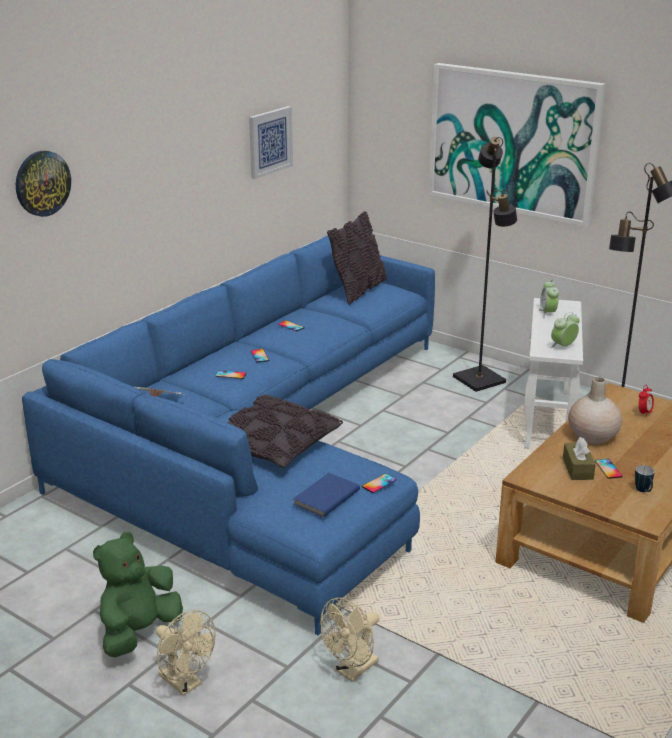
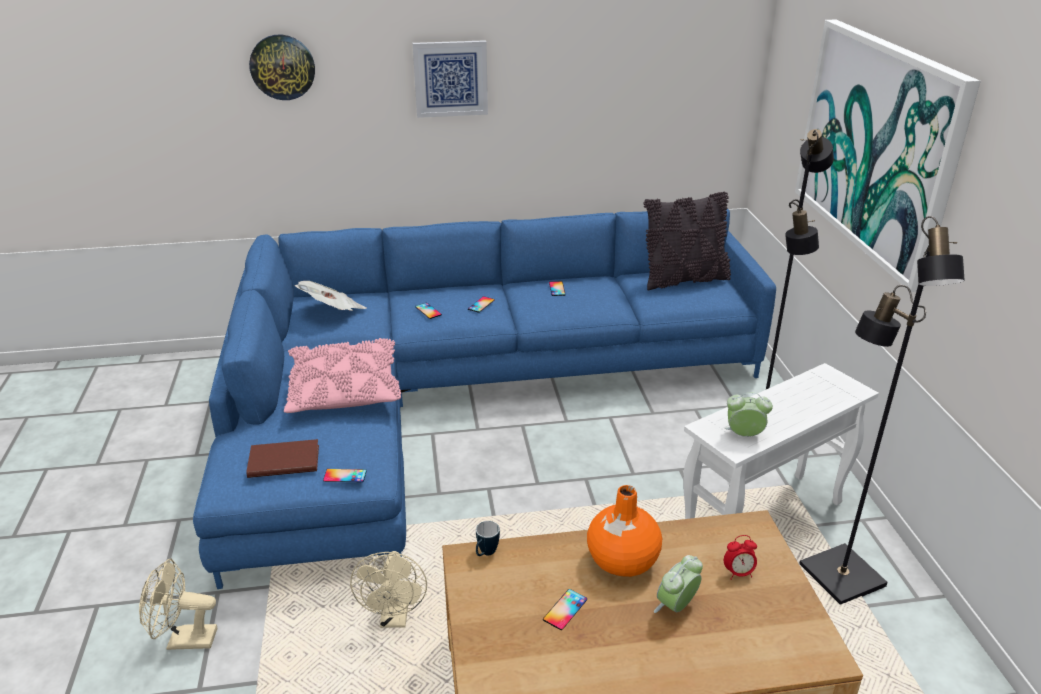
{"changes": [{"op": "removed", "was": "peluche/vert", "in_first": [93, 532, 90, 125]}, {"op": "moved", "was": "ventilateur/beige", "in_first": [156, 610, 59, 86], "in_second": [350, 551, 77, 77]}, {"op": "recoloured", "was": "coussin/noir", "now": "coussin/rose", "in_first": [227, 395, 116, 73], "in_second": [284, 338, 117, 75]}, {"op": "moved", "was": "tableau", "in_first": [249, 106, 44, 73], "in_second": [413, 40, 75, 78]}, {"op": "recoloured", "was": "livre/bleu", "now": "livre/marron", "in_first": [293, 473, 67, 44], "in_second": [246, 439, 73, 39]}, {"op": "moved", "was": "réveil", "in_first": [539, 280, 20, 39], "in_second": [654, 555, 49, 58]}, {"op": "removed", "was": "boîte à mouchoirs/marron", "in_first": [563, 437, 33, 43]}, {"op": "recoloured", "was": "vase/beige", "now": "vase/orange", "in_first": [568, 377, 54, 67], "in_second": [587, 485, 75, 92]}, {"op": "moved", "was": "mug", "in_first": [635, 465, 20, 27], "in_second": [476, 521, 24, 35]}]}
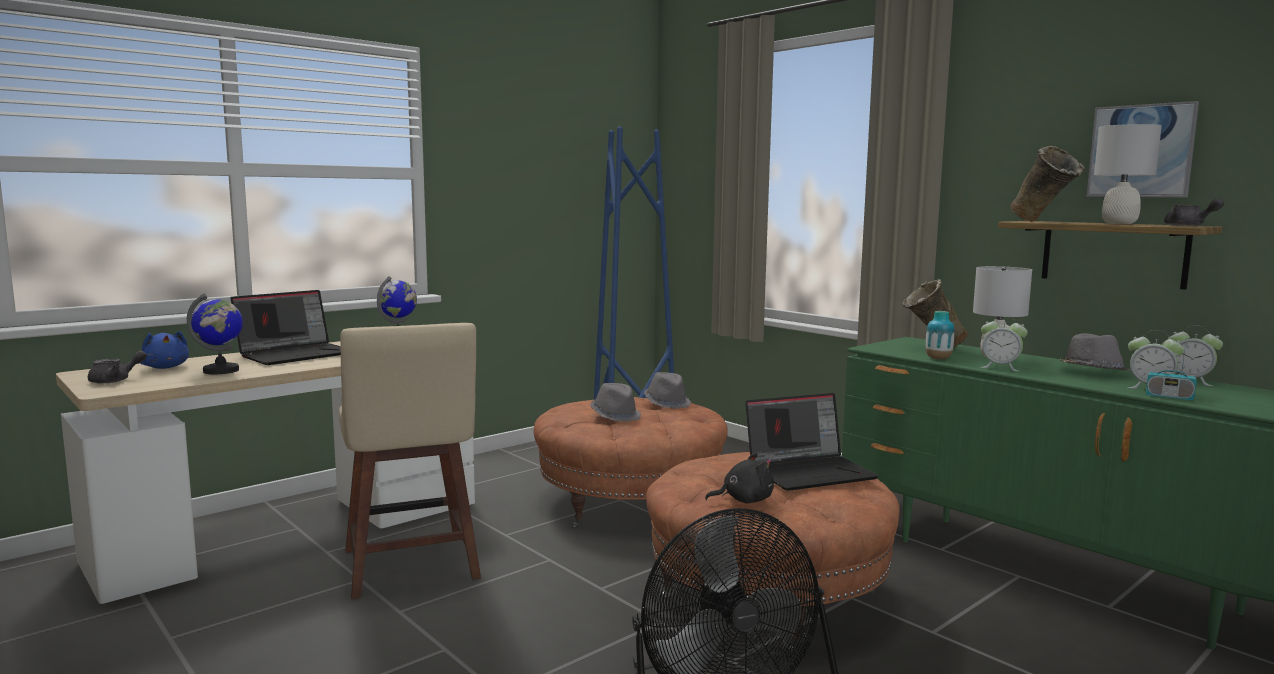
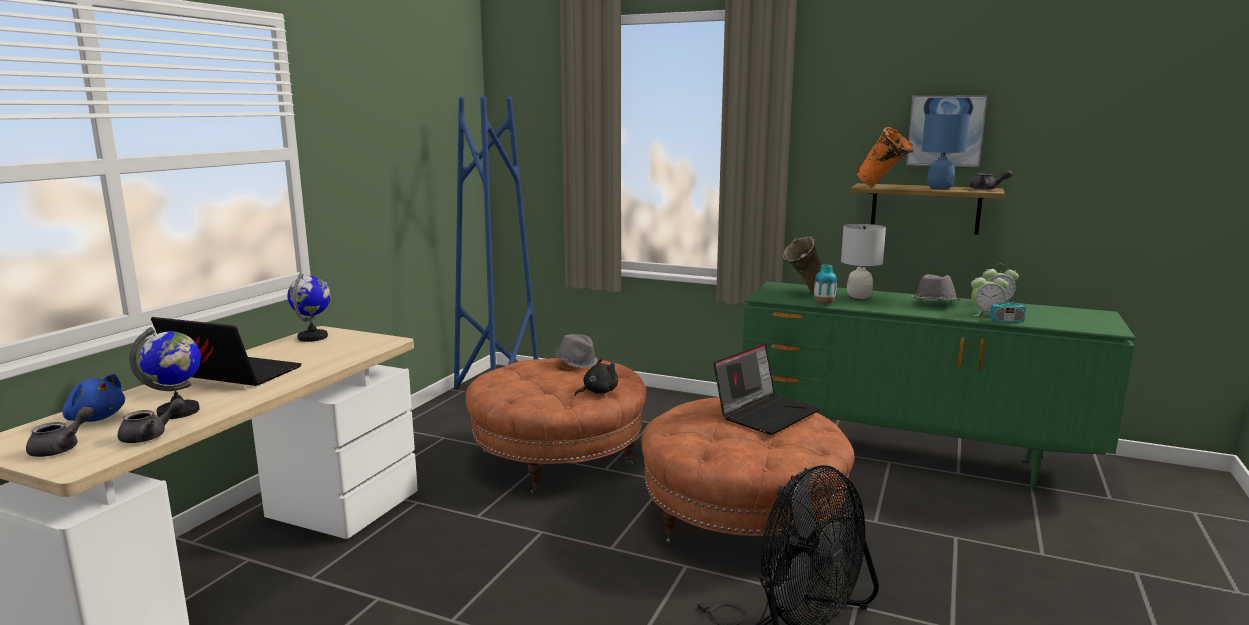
{"changes": [{"op": "turned", "was": "ordinateur portable", "in_first": [230, 290, 111, 75], "in_second": [151, 317, 151, 69], "clockwise": -90}, {"op": "removed", "was": "tabouret/beige", "in_first": [339, 323, 142, 276]}, {"op": "removed", "was": "chapeau/gris", "in_first": [591, 383, 50, 39]}, {"op": "moved", "was": "peluche/noir", "in_first": [705, 453, 69, 50], "in_second": [575, 358, 43, 38]}, {"op": "removed", "was": "réveil", "in_first": [980, 315, 48, 56]}, {"op": "recoloured", "was": "vase/beige", "now": "vase/orange", "in_first": [1010, 146, 75, 76], "in_second": [856, 127, 57, 59]}, {"op": "recoloured", "was": "lampe de table/gris", "now": "lampe de table/bleu", "in_first": [1094, 124, 68, 100], "in_second": [922, 113, 48, 76]}, {"op": "added", "now": "théière/gris", "in_second": [118, 398, 67, 45]}]}
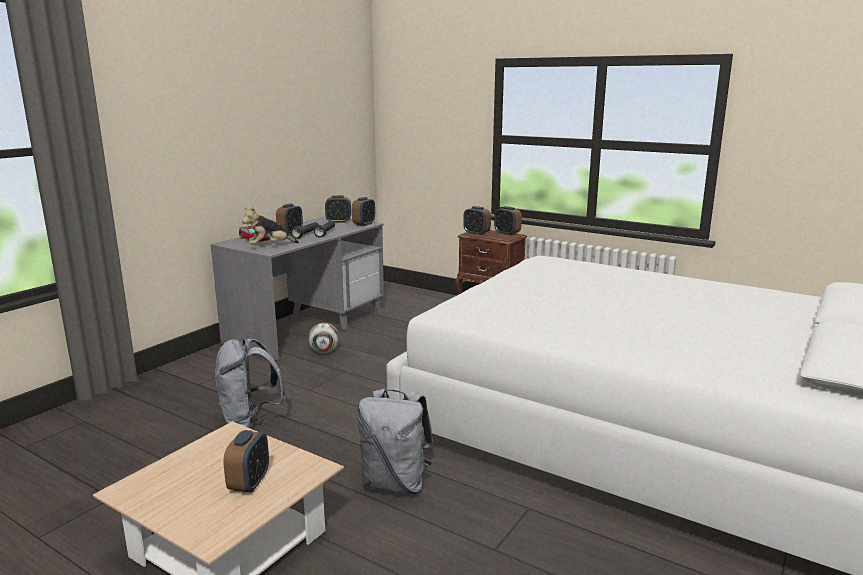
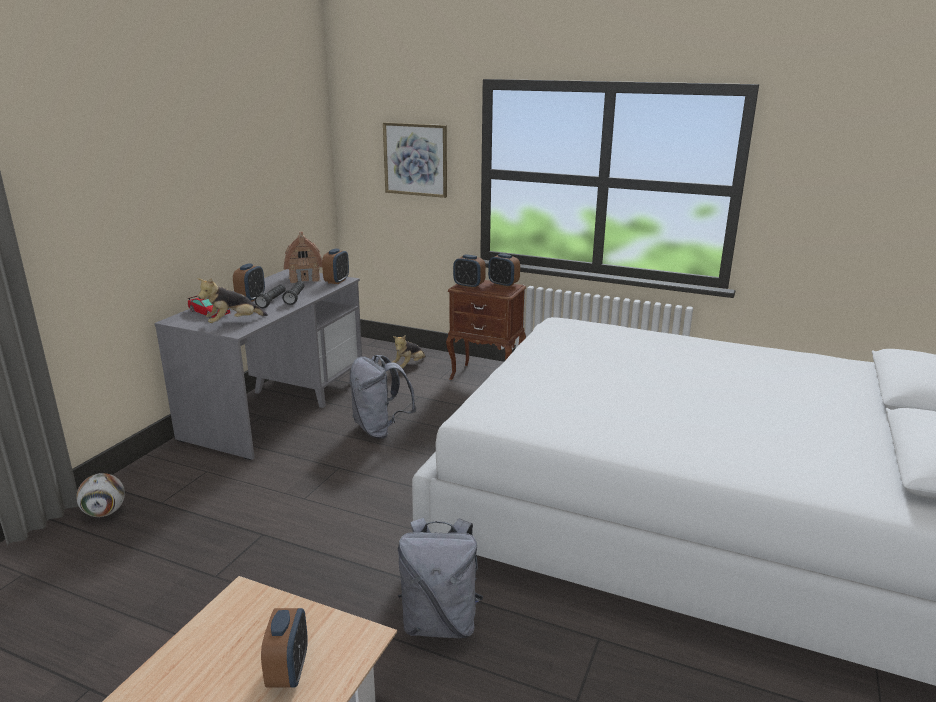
{"changes": [{"op": "moved", "was": "sac à dos/gris", "in_first": [215, 338, 71, 91], "in_second": [349, 355, 68, 84]}, {"op": "moved", "was": "ballon de foot", "in_first": [308, 323, 31, 30], "in_second": [76, 473, 49, 44]}, {"op": "replaced", "was": "réveil", "now": "maison miniature", "in_first": [325, 195, 26, 28], "in_second": [284, 232, 38, 52]}, {"op": "added", "now": "tableau", "in_second": [383, 122, 64, 76]}, {"op": "added", "now": "peluche", "in_second": [392, 335, 34, 33]}]}
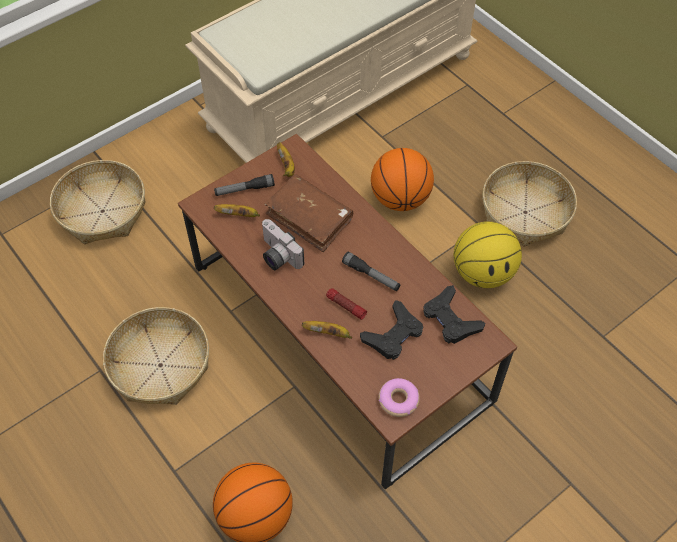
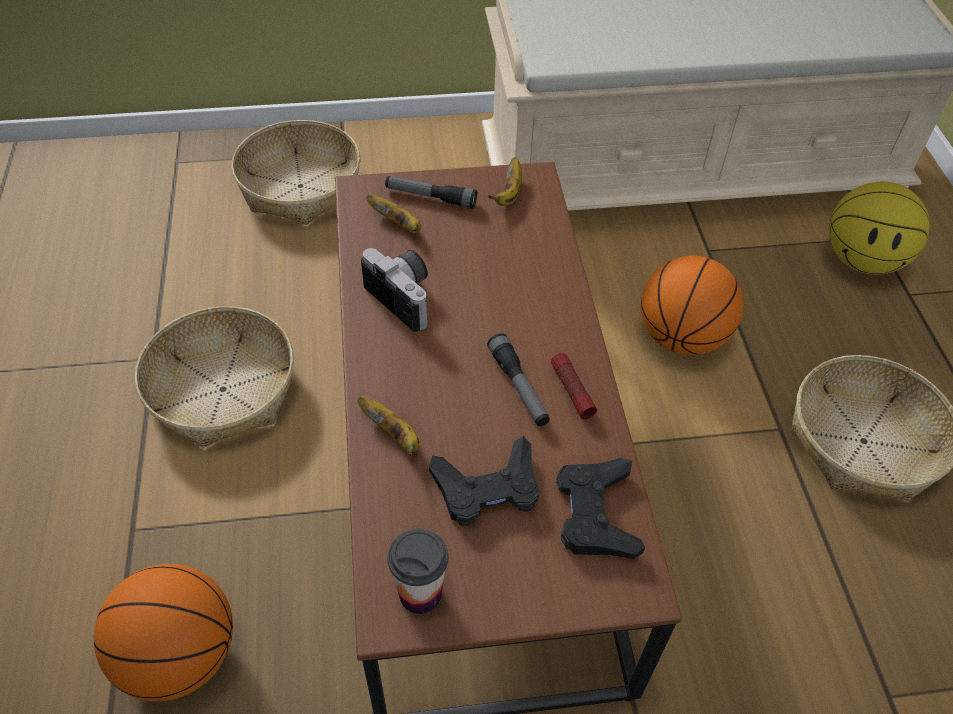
{"changes": [{"op": "turned", "was": "appareil photo", "in_first": [262, 219, 42, 51], "in_second": [361, 248, 67, 84], "clockwise": 150}, {"op": "removed", "was": "livre/marron", "in_first": [264, 174, 89, 78]}, {"op": "moved", "was": "lampe de poche", "in_first": [326, 288, 41, 32], "in_second": [551, 353, 46, 66]}, {"op": "replaced", "was": "beignet", "now": "tasse", "in_first": [379, 378, 41, 39], "in_second": [388, 529, 60, 85]}, {"op": "moved", "was": "ballon de basket", "in_first": [454, 221, 68, 67], "in_second": [829, 182, 101, 93]}]}
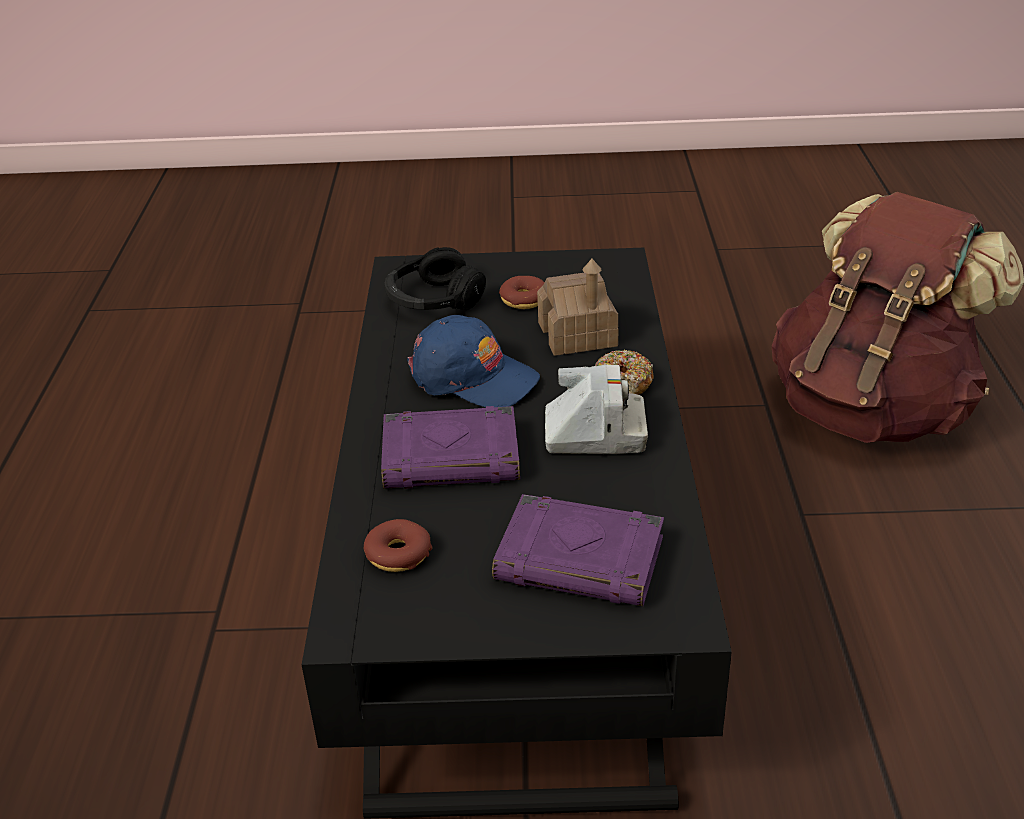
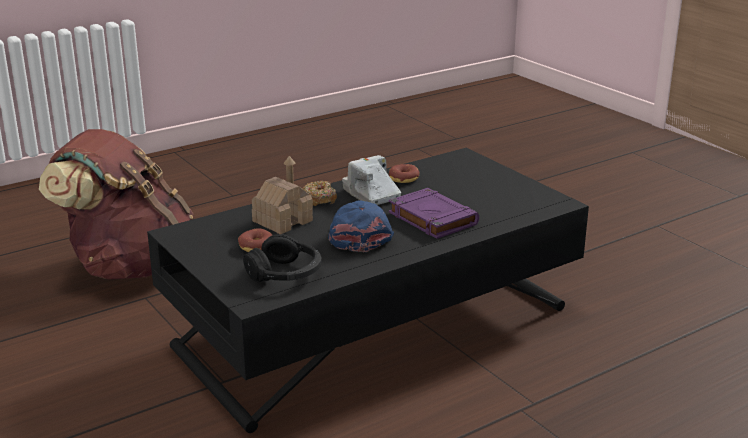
{"changes": [{"op": "moved", "was": "beignet", "in_first": [364, 519, 68, 53], "in_second": [389, 164, 30, 19]}, {"op": "removed", "was": "livre/violet", "in_first": [492, 494, 172, 112]}]}
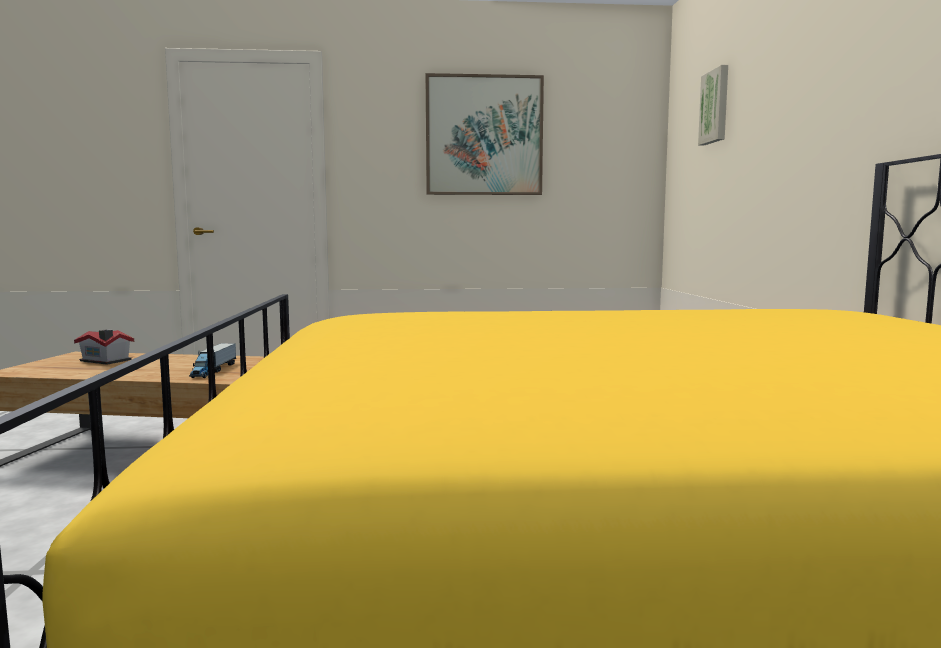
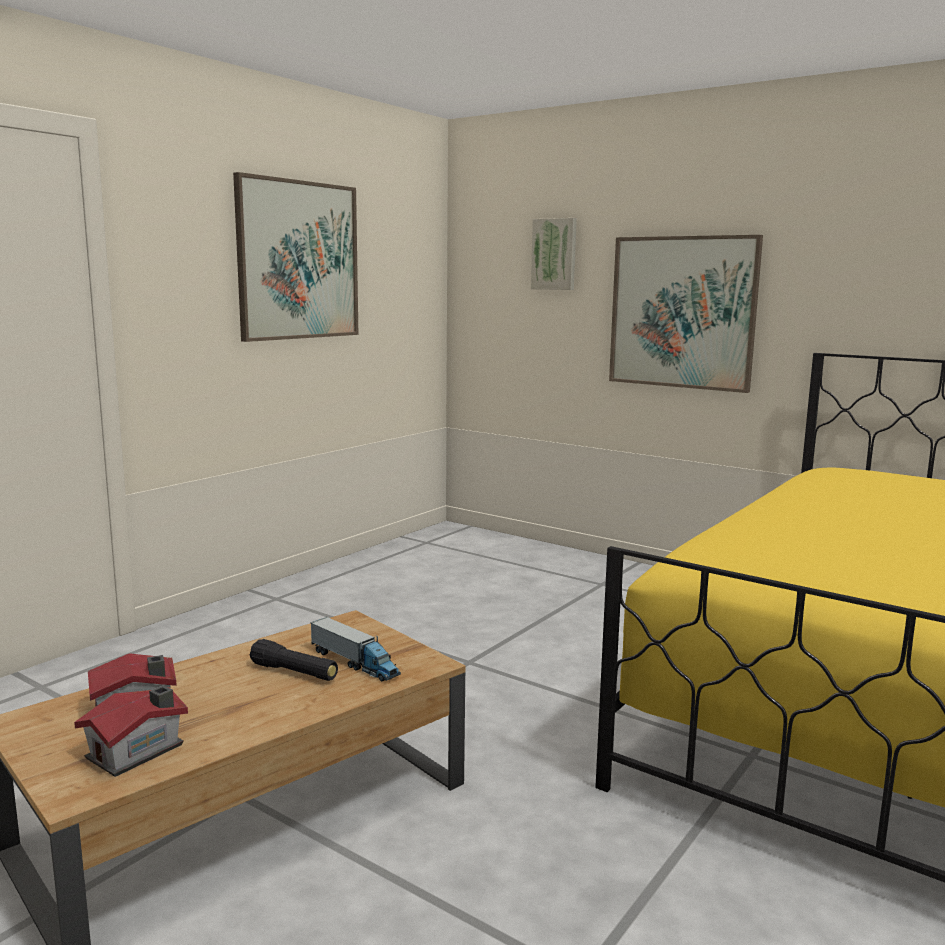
{"changes": [{"op": "added", "now": "maison miniature", "in_second": [74, 685, 114, 92]}, {"op": "added", "now": "lampe de poche/noir", "in_second": [250, 639, 88, 42]}, {"op": "added", "now": "tableau", "in_second": [609, 235, 154, 158]}]}
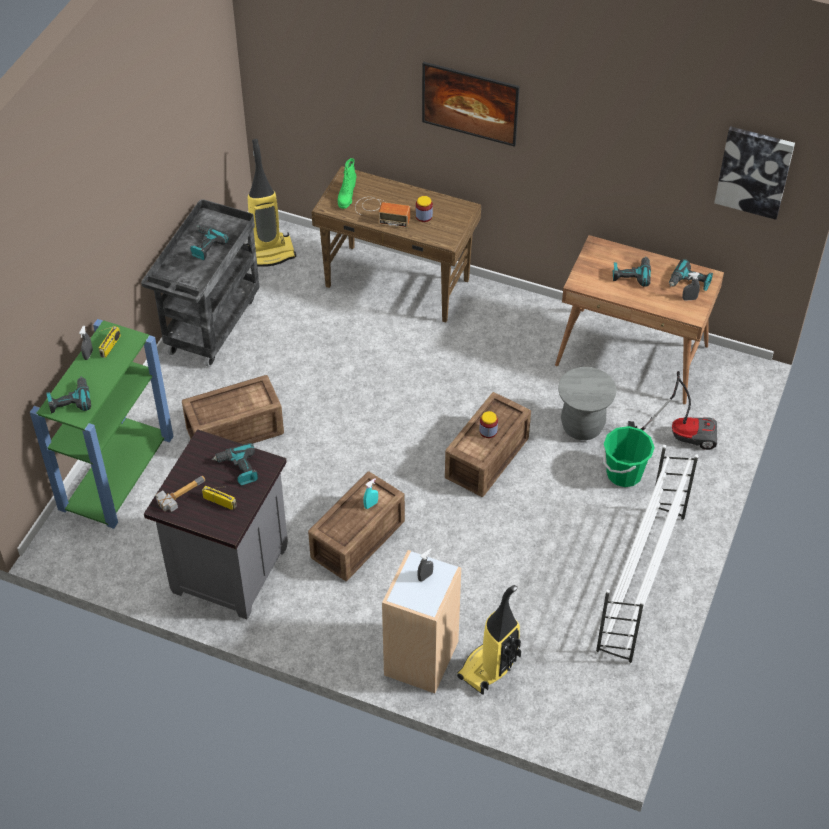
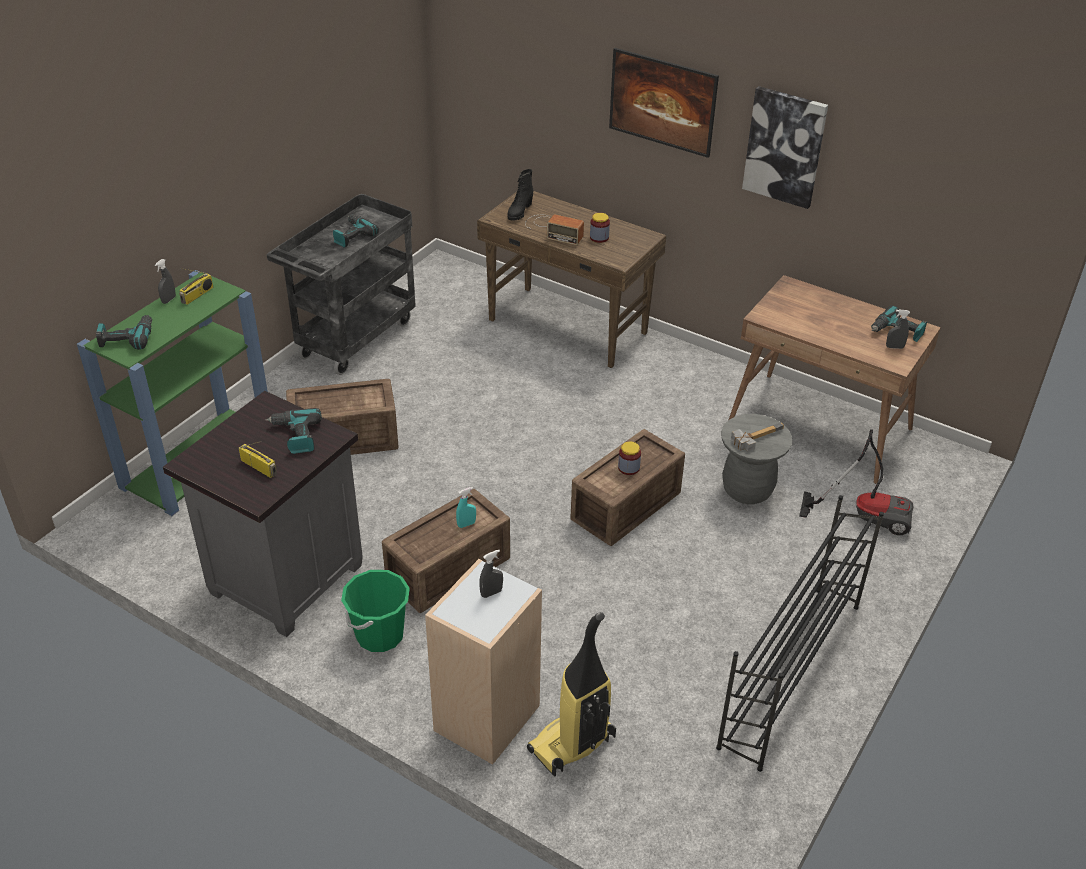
{"changes": [{"op": "moved", "was": "marteau", "in_first": [155, 475, 50, 37], "in_second": [731, 423, 53, 28]}, {"op": "removed", "was": "aspirateur", "in_first": [246, 139, 50, 128]}, {"op": "recoloured", "was": "botte/vert", "now": "botte/noir", "in_first": [338, 158, 18, 51], "in_second": [507, 169, 26, 52]}, {"op": "recoloured", "was": "étagère à chaussures/blanc", "now": "étagère à chaussures/noir", "in_first": [596, 445, 102, 220], "in_second": [716, 495, 168, 277]}, {"op": "moved", "was": "seau/vert", "in_first": [603, 426, 52, 61], "in_second": [341, 570, 69, 82]}, {"op": "removed", "was": "perceuse", "in_first": [613, 256, 38, 31]}, {"op": "moved", "was": "tableau", "in_first": [714, 126, 81, 94], "in_second": [742, 86, 86, 123]}]}
